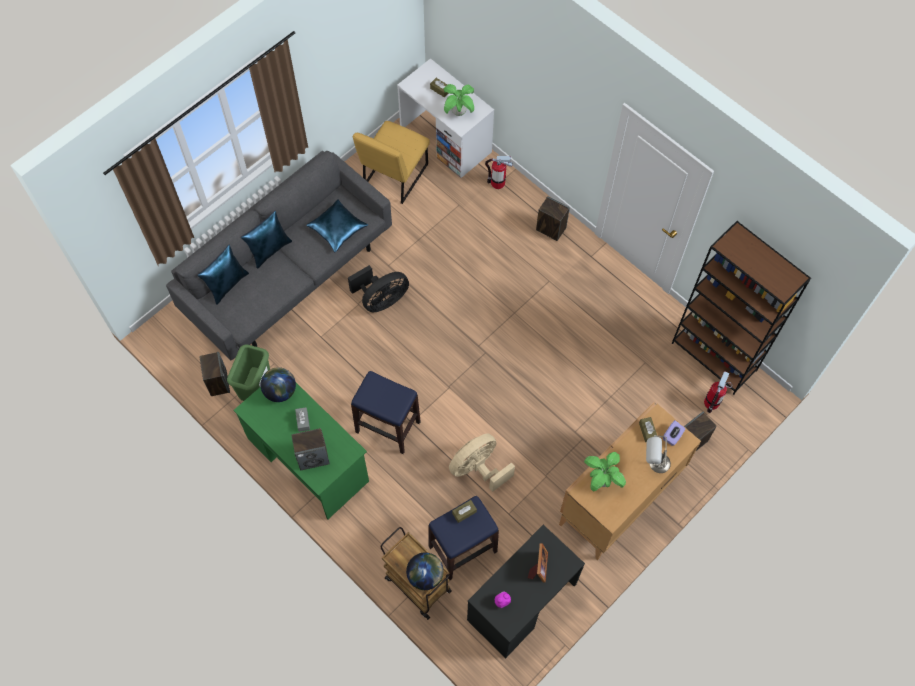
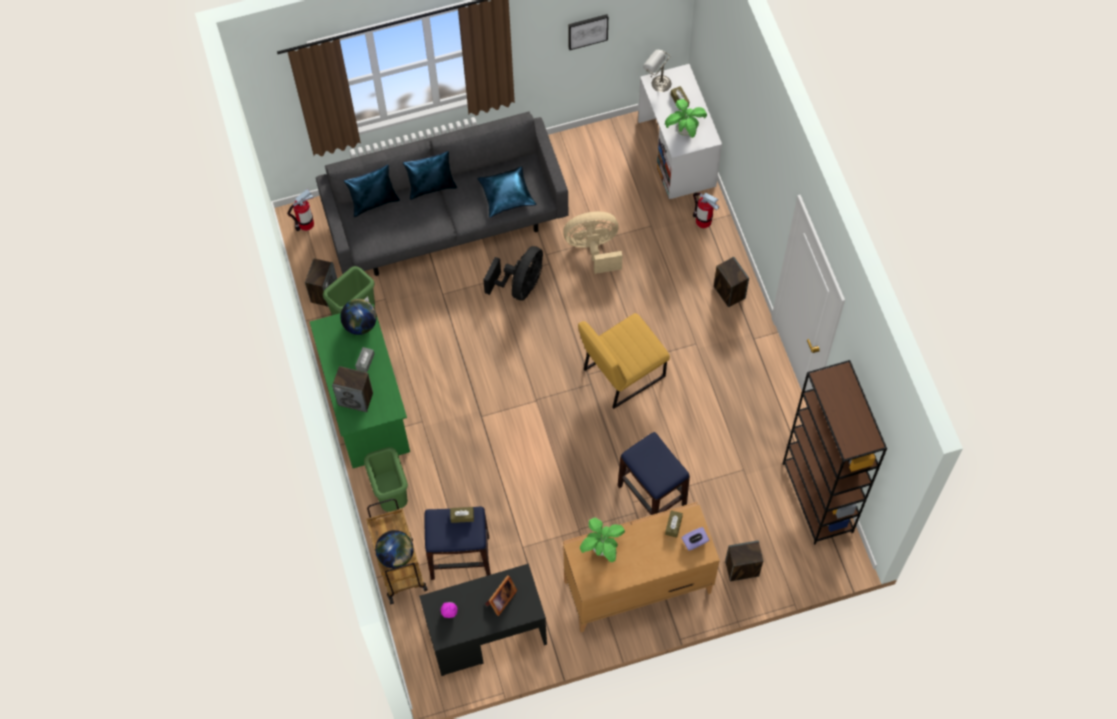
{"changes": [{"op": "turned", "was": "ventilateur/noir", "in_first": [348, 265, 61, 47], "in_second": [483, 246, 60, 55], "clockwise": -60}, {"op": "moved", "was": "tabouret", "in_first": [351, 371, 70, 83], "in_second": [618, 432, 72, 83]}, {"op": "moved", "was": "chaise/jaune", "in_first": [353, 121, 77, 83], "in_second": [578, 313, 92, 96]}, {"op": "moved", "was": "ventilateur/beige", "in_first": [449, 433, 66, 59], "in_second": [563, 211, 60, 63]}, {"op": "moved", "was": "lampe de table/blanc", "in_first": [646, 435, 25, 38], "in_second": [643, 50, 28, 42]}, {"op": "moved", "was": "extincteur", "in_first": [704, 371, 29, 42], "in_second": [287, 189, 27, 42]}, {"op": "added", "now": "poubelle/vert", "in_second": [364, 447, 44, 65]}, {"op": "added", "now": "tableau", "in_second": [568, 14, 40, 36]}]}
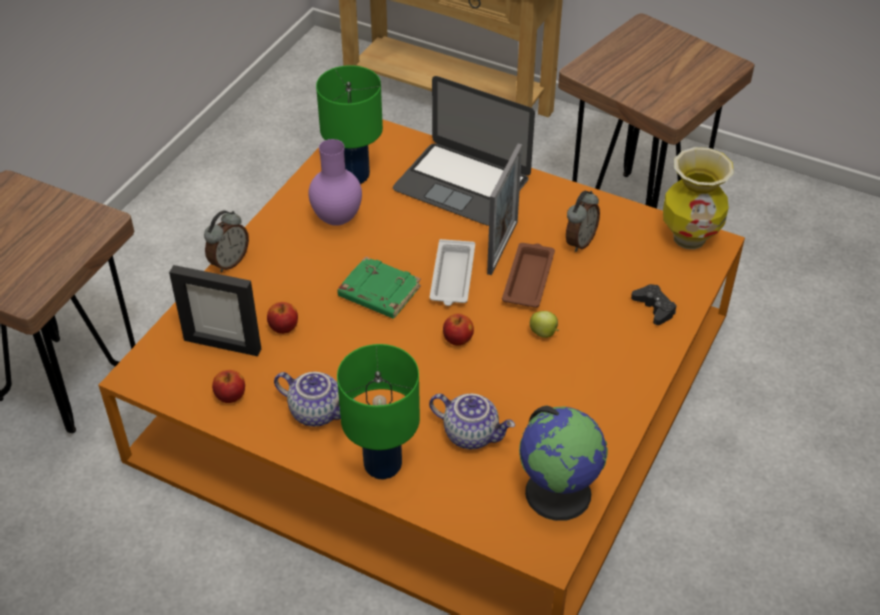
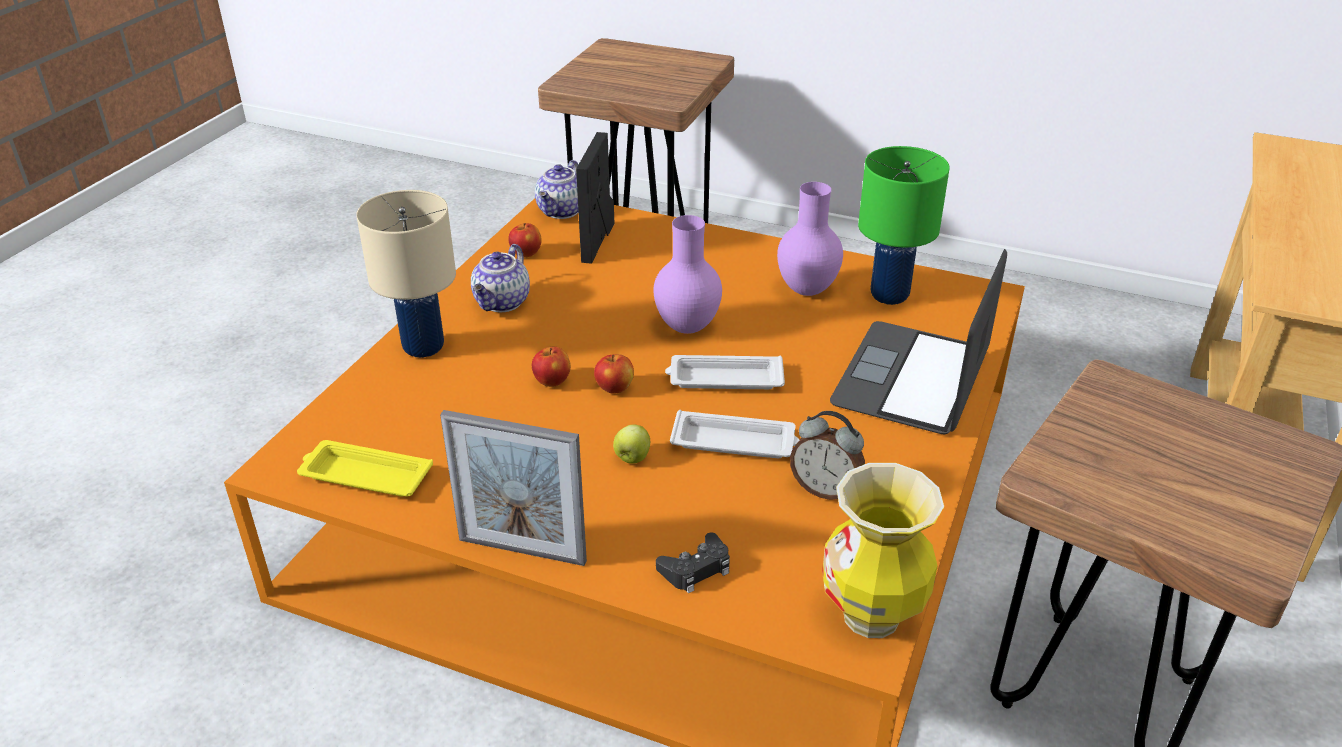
{"changes": [{"op": "removed", "was": "réveil", "in_first": [204, 211, 45, 61]}, {"op": "moved", "was": "pomme", "in_first": [267, 302, 31, 32], "in_second": [532, 347, 39, 40]}, {"op": "replaced", "was": "livre/vert", "now": "vase/violet", "in_first": [337, 256, 84, 63], "in_second": [653, 215, 69, 119]}, {"op": "recoloured", "was": "lampe de table/vert", "now": "lampe de table/beige", "in_first": [337, 344, 83, 136], "in_second": [356, 190, 100, 168]}, {"op": "moved", "was": "théière", "in_first": [429, 394, 86, 55], "in_second": [535, 160, 44, 59]}, {"op": "moved", "was": "cadre photo", "in_first": [487, 143, 35, 132], "in_second": [440, 410, 147, 156]}, {"op": "recoloured", "was": "plateau/marron", "now": "plateau/blanc", "in_first": [502, 243, 53, 65], "in_second": [670, 410, 129, 48]}, {"op": "replaced", "was": "globe", "now": "plateau/jaune", "in_first": [519, 406, 89, 115], "in_second": [297, 440, 136, 57]}]}
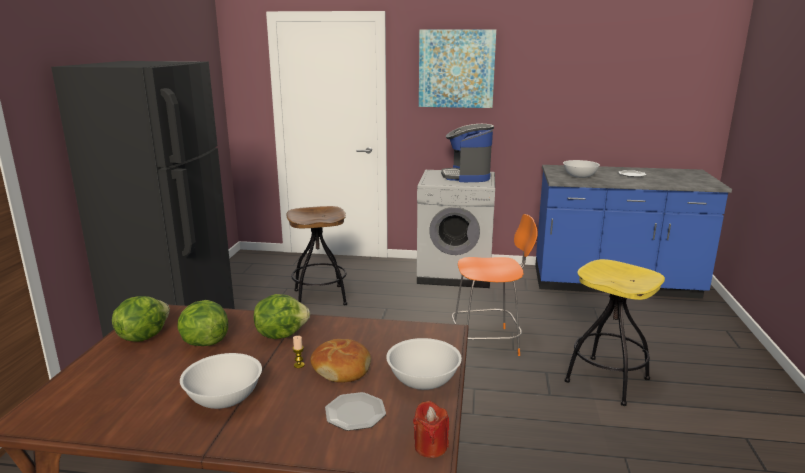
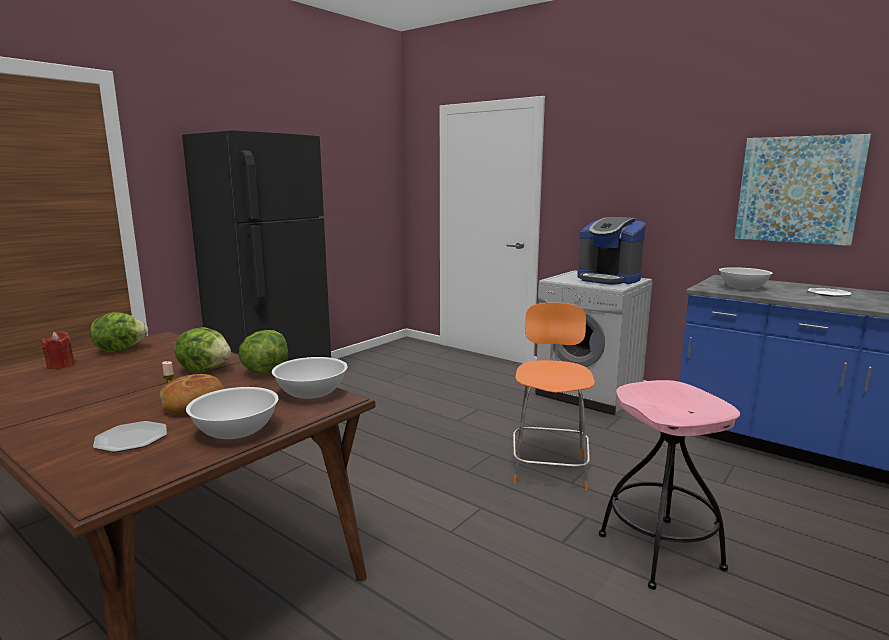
{"changes": [{"op": "moved", "was": "laitue", "in_first": [177, 300, 51, 46], "in_second": [238, 330, 50, 44]}, {"op": "moved", "was": "bol/blanc", "in_first": [180, 353, 82, 56], "in_second": [272, 357, 76, 42]}, {"op": "removed", "was": "tabouret/marron", "in_first": [286, 206, 61, 99]}, {"op": "moved", "was": "bougie/rouge", "in_first": [413, 401, 36, 57], "in_second": [41, 332, 34, 37]}, {"op": "moved", "was": "tableau", "in_first": [419, 29, 77, 79], "in_second": [734, 134, 137, 112]}, {"op": "turned", "was": "machine à café", "in_first": [441, 124, 53, 58], "in_second": [577, 217, 69, 68], "clockwise": -75}, {"op": "turned", "was": "chaise/orange", "in_first": [452, 214, 86, 142], "in_second": [513, 303, 82, 188], "clockwise": -105}, {"op": "recoloured", "was": "tabouret/jaune", "now": "tabouret/rose", "in_first": [565, 259, 100, 147], "in_second": [599, 380, 141, 210]}]}
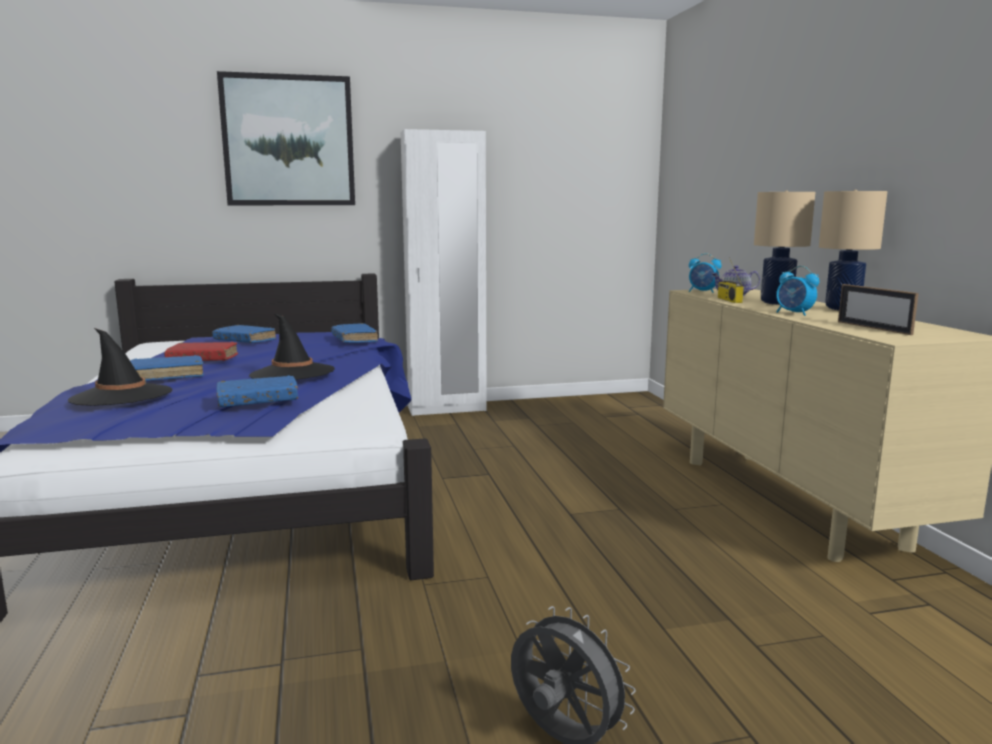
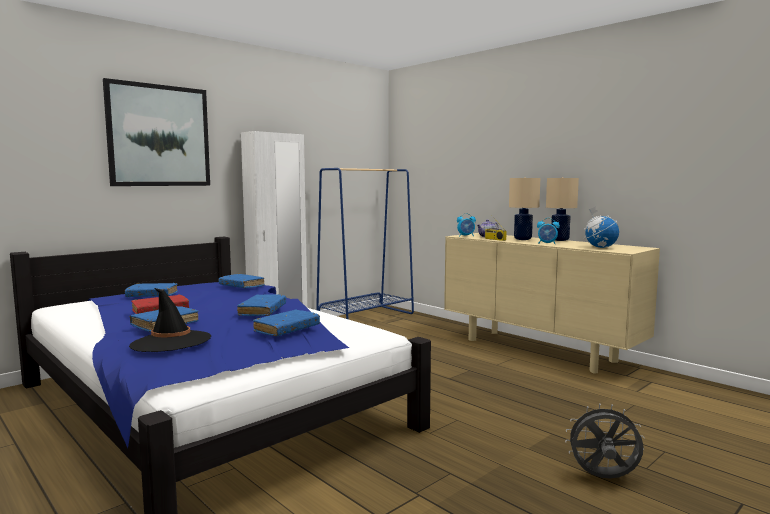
{"changes": [{"op": "replaced", "was": "chapeau/noir", "now": "livre/bleu", "in_first": [249, 314, 86, 66], "in_second": [237, 294, 49, 22]}, {"op": "replaced", "was": "cadre photo", "now": "globe", "in_first": [838, 284, 81, 51], "in_second": [584, 207, 35, 41]}, {"op": "added", "now": "portant/bleu", "in_second": [316, 168, 98, 151]}]}
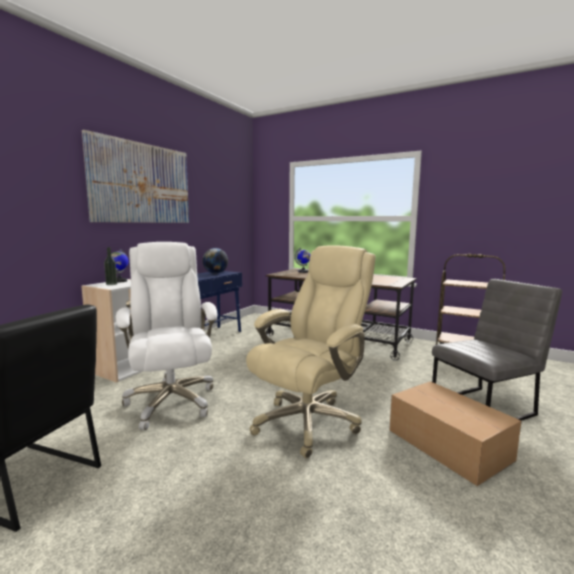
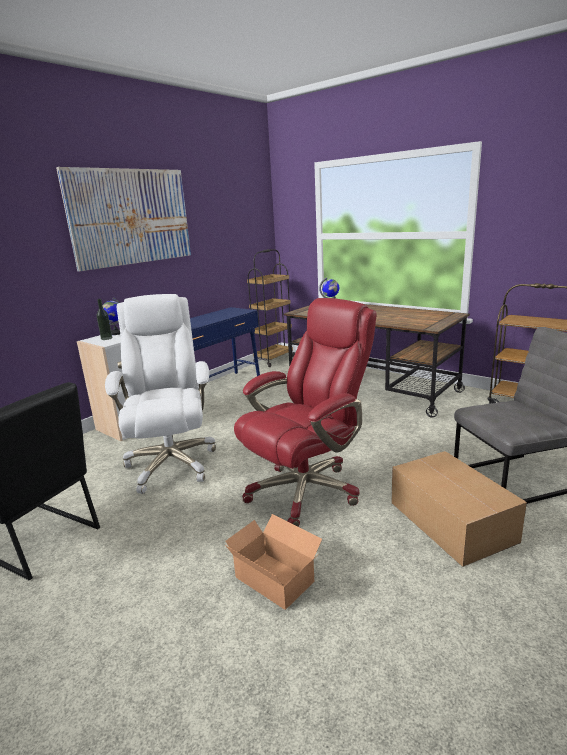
{"changes": [{"op": "removed", "was": "globe", "in_first": [202, 248, 26, 25]}, {"op": "recoloured", "was": "chaise de bureau/beige", "now": "chaise de bureau/rouge", "in_first": [246, 245, 129, 213], "in_second": [234, 298, 143, 229]}, {"op": "added", "now": "carton", "in_second": [225, 514, 97, 96]}, {"op": "added", "now": "chariot/marron", "in_second": [247, 249, 48, 118]}]}
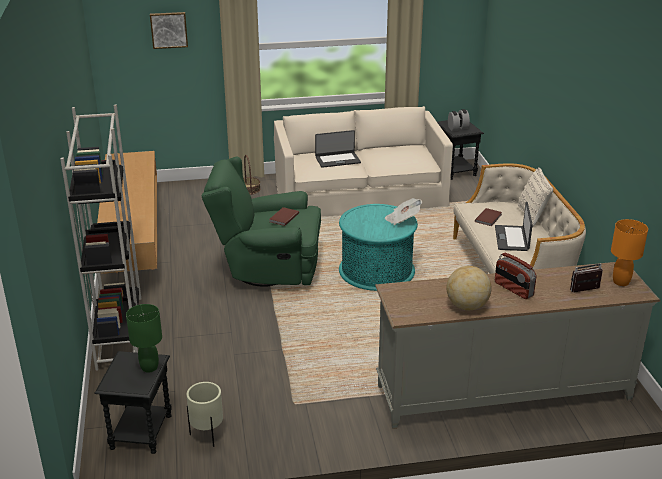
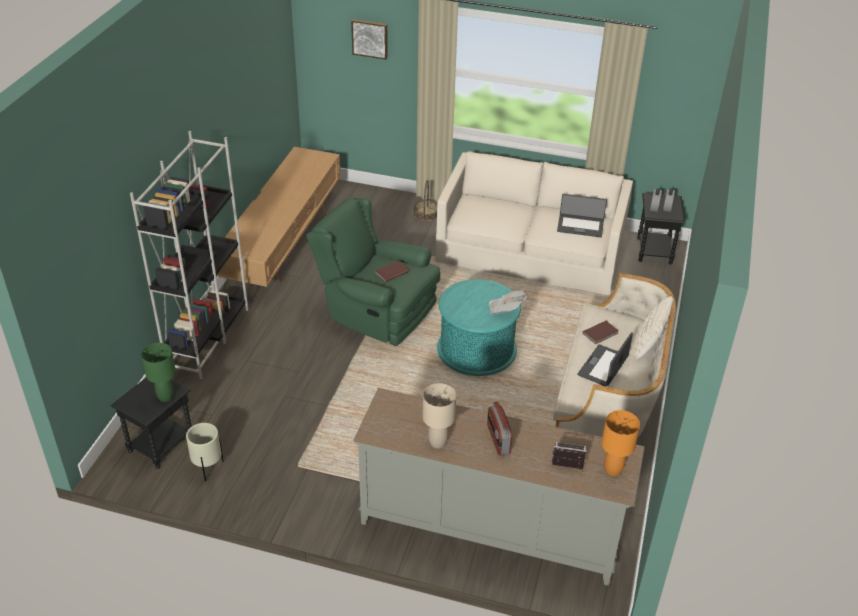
{"changes": [{"op": "moved", "was": "ordinateur portable", "in_first": [315, 130, 46, 38], "in_second": [557, 194, 50, 43]}, {"op": "replaced", "was": "globe", "now": "lampe de table/beige", "in_first": [446, 266, 46, 44], "in_second": [422, 383, 34, 65]}]}
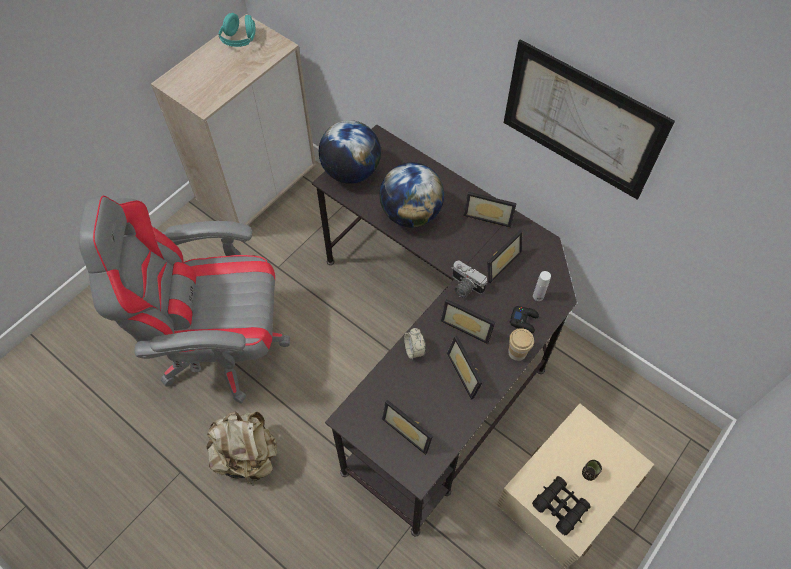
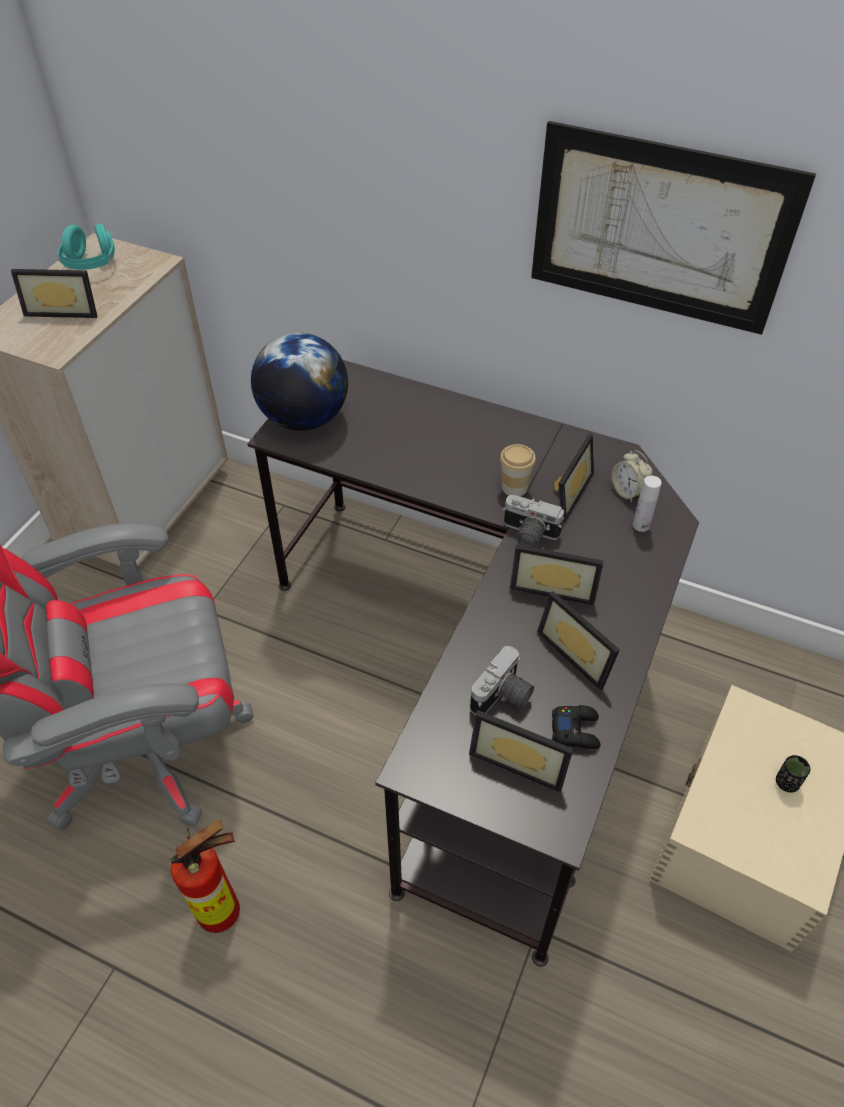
{"changes": [{"op": "replaced", "was": "sac à dos/beige", "now": "extincteur", "in_first": [206, 411, 71, 73], "in_second": [170, 820, 70, 113]}, {"op": "removed", "was": "globe", "in_first": [380, 162, 64, 65]}, {"op": "moved", "was": "réveil", "in_first": [404, 328, 22, 32], "in_second": [612, 450, 40, 53]}, {"op": "moved", "was": "cadre photo", "in_first": [464, 192, 53, 36], "in_second": [11, 269, 87, 49]}, {"op": "moved", "was": "tasse", "in_first": [508, 328, 26, 33], "in_second": [500, 444, 36, 52]}, {"op": "moved", "was": "manette/noir", "in_first": [509, 306, 30, 27], "in_second": [552, 705, 48, 44]}, {"op": "removed", "was": "jumelles/noir", "in_first": [532, 476, 59, 59]}, {"op": "added", "now": "appareil photo", "in_second": [470, 646, 64, 69]}]}
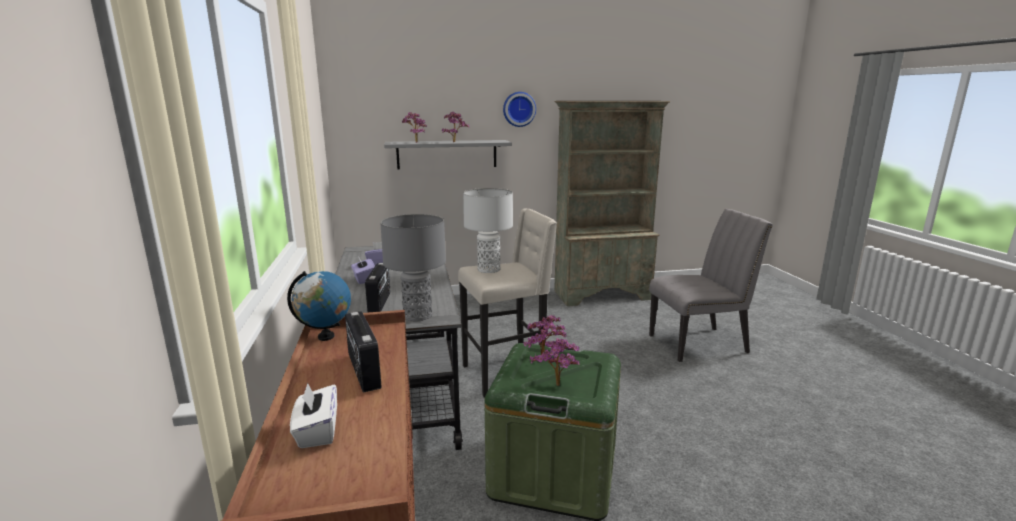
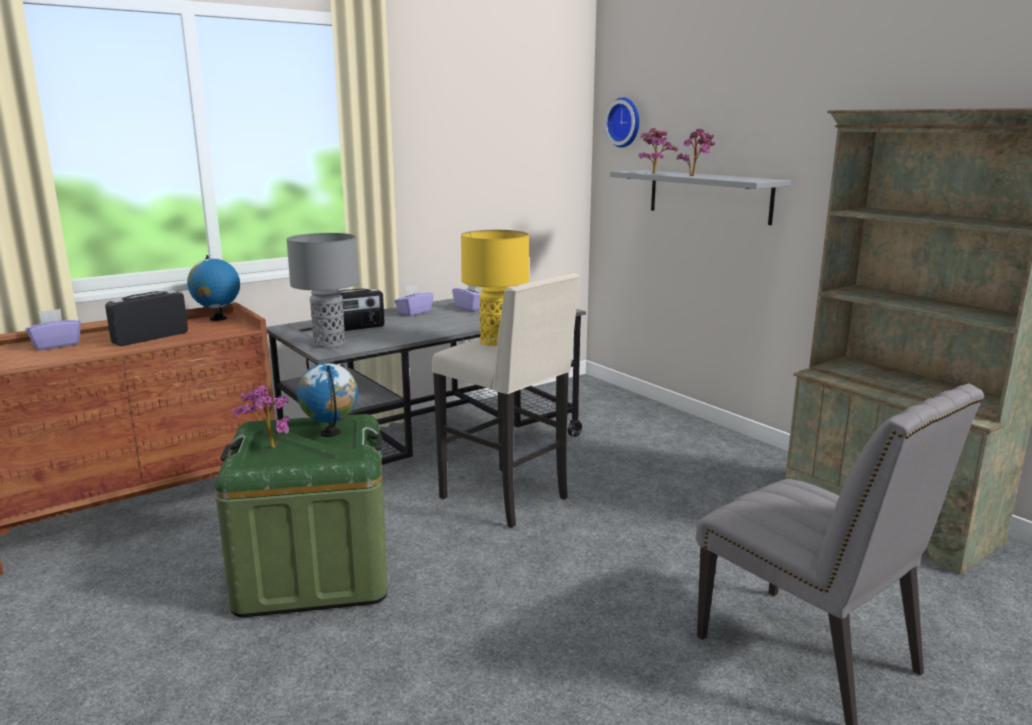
{"changes": [{"op": "recoloured", "was": "boîte à mouchoirs/blanc", "now": "boîte à mouchoirs/violet", "in_first": [290, 382, 47, 66], "in_second": [25, 309, 56, 41]}, {"op": "recoloured", "was": "lampe de table/blanc", "now": "lampe de table/jaune", "in_first": [463, 188, 50, 85], "in_second": [461, 230, 68, 116]}, {"op": "moved", "was": "horloge murale", "in_first": [503, 92, 33, 35], "in_second": [604, 97, 36, 51]}, {"op": "replaced", "was": "plante en pot", "now": "globe", "in_first": [523, 314, 43, 41], "in_second": [297, 363, 61, 74]}]}
